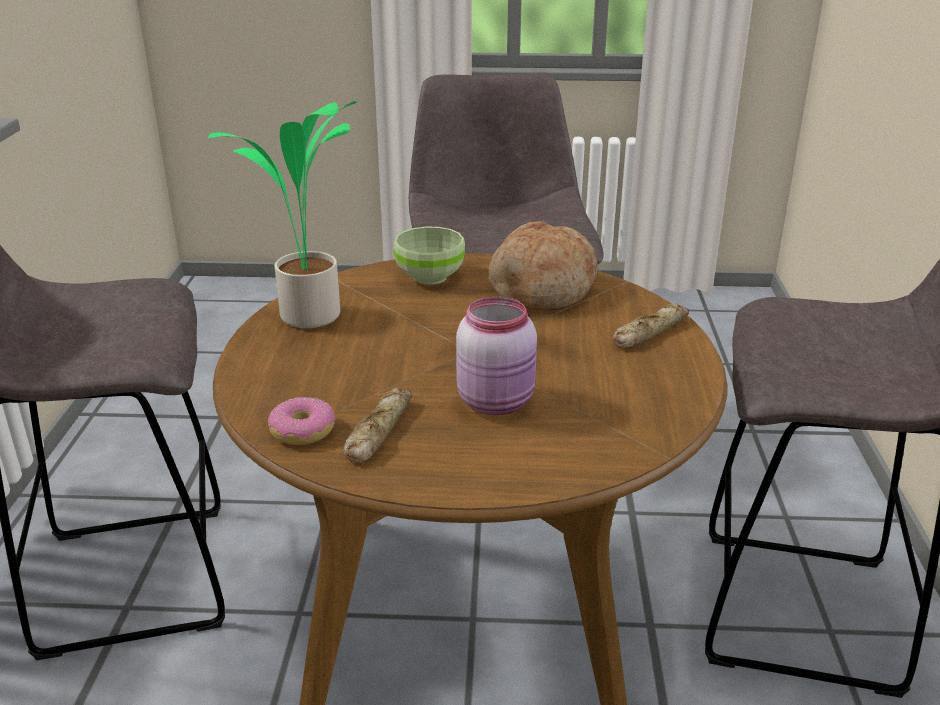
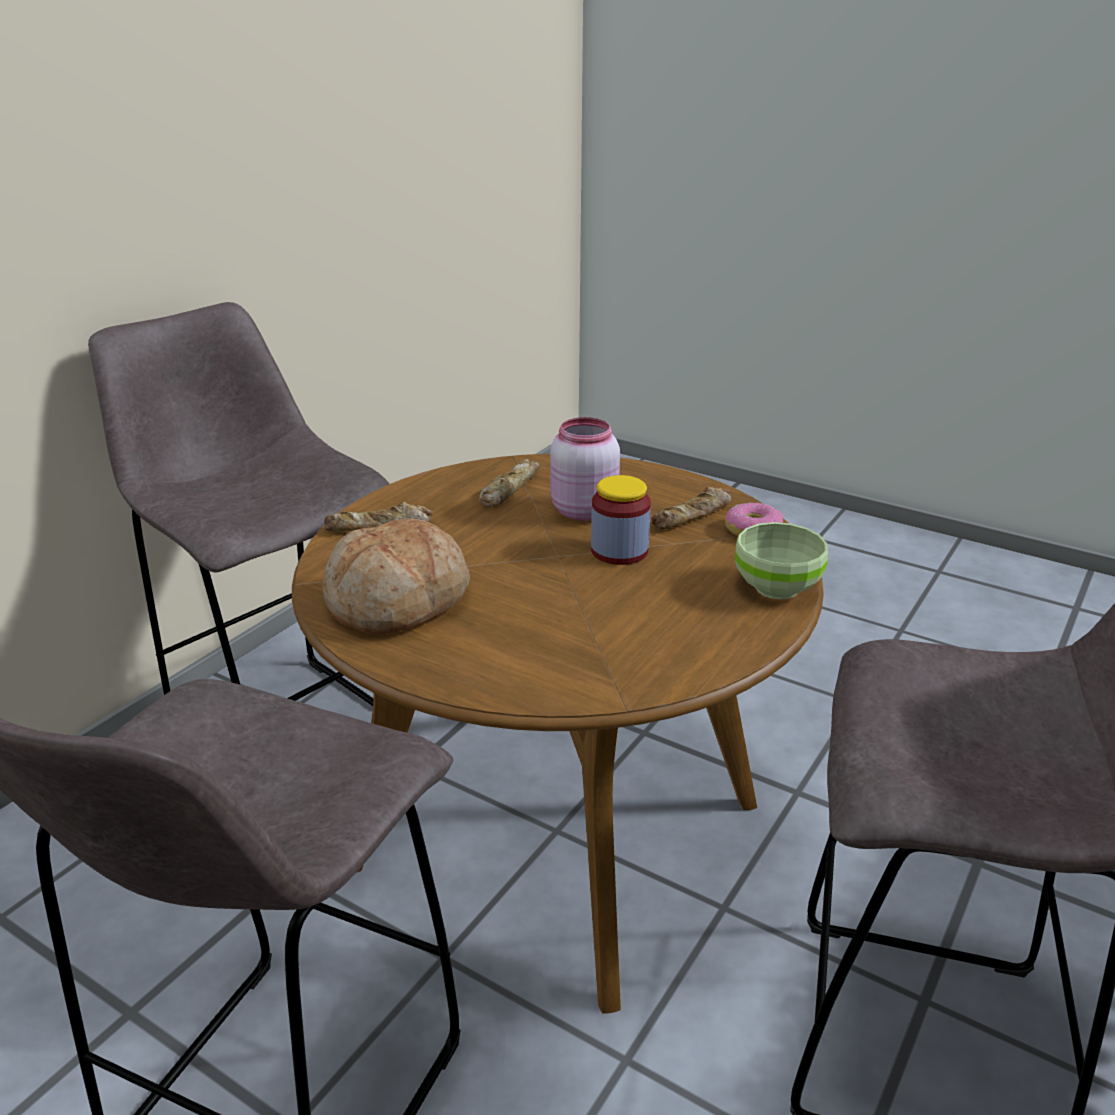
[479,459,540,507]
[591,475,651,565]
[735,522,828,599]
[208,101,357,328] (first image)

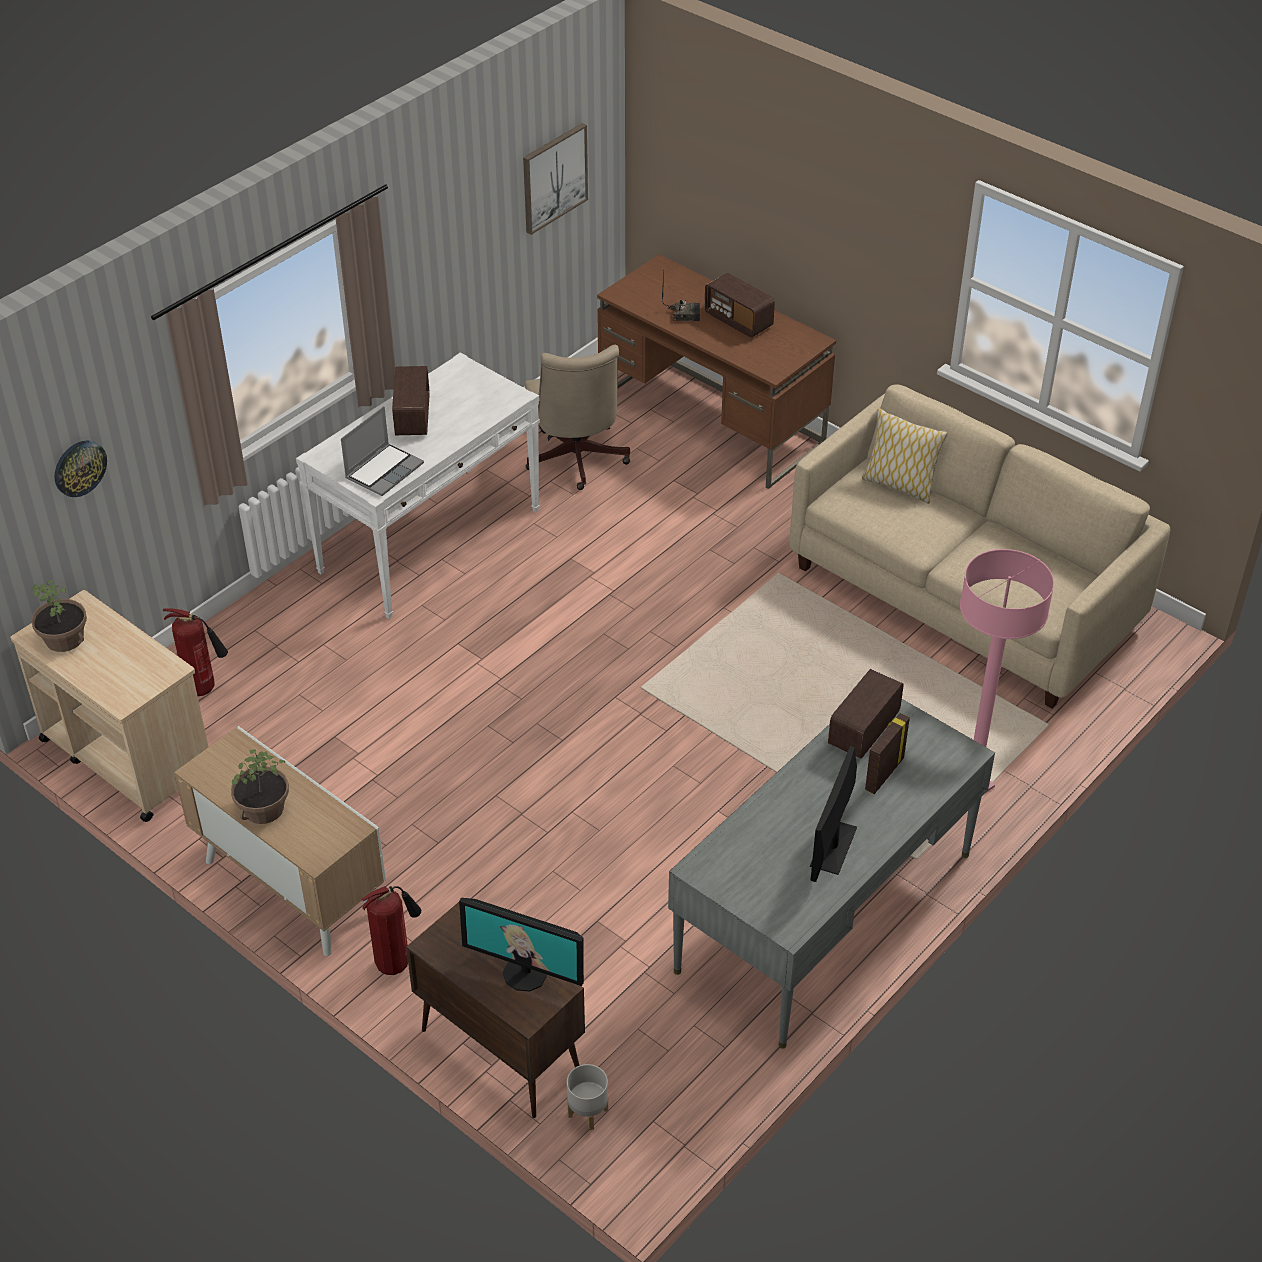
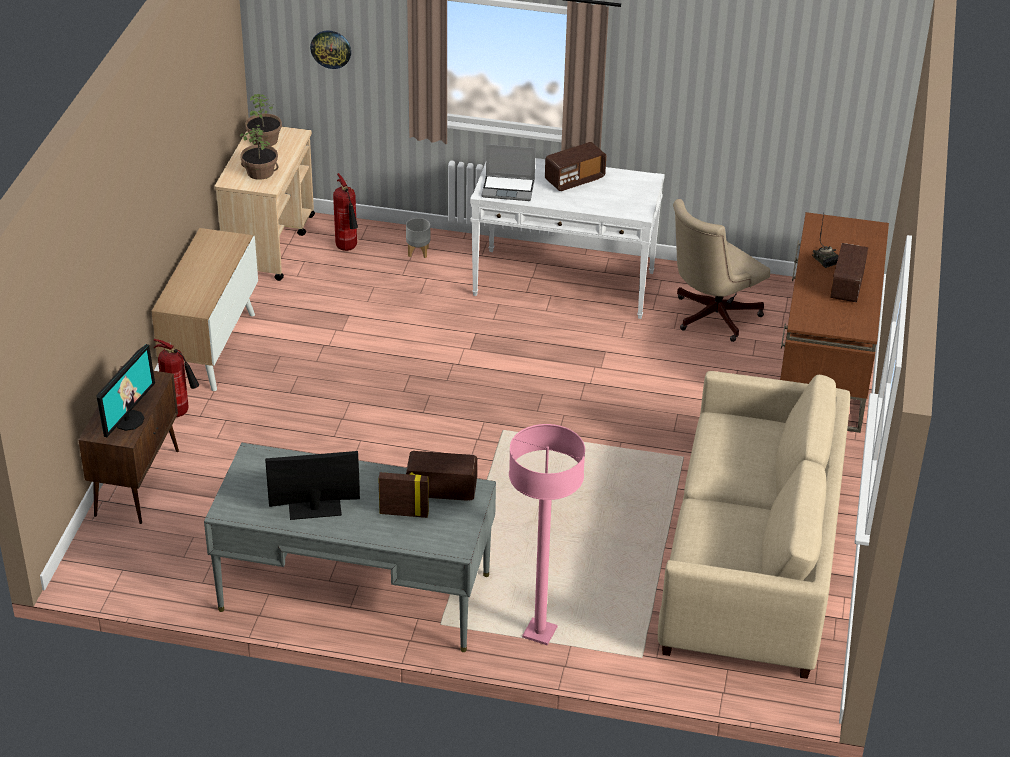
[96,344,155,437]
[239,125,278,180]
[406,218,430,258]
[523,123,588,235] (first image)
[862,408,948,504] (first image)

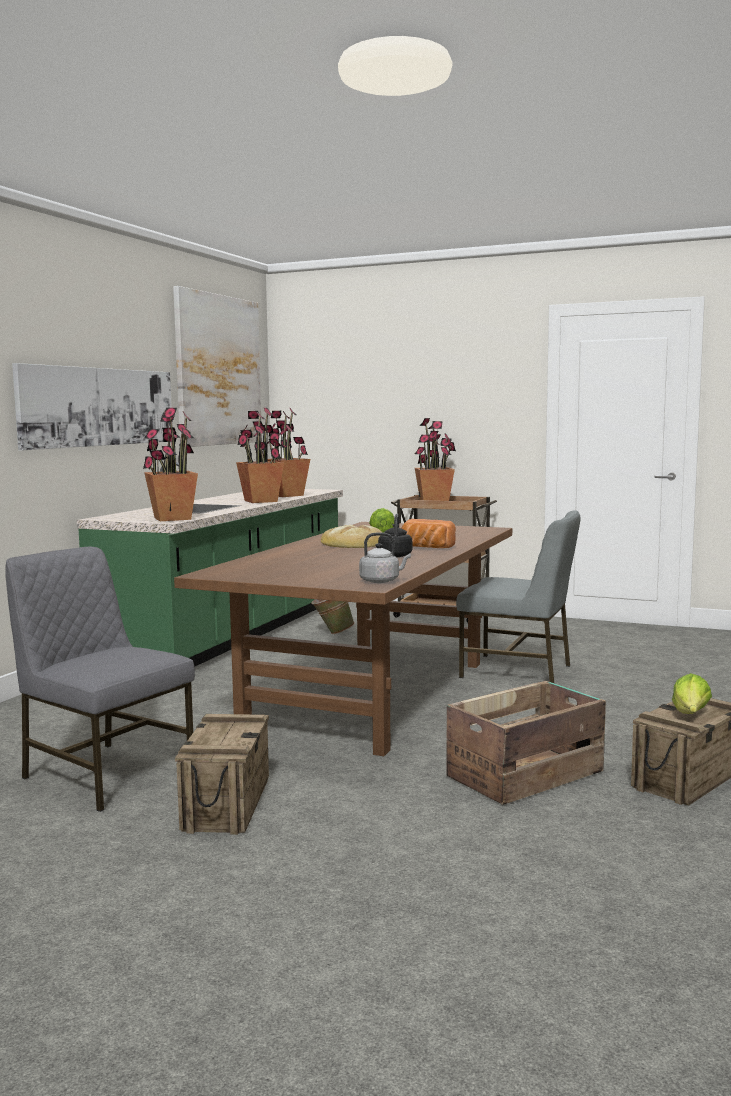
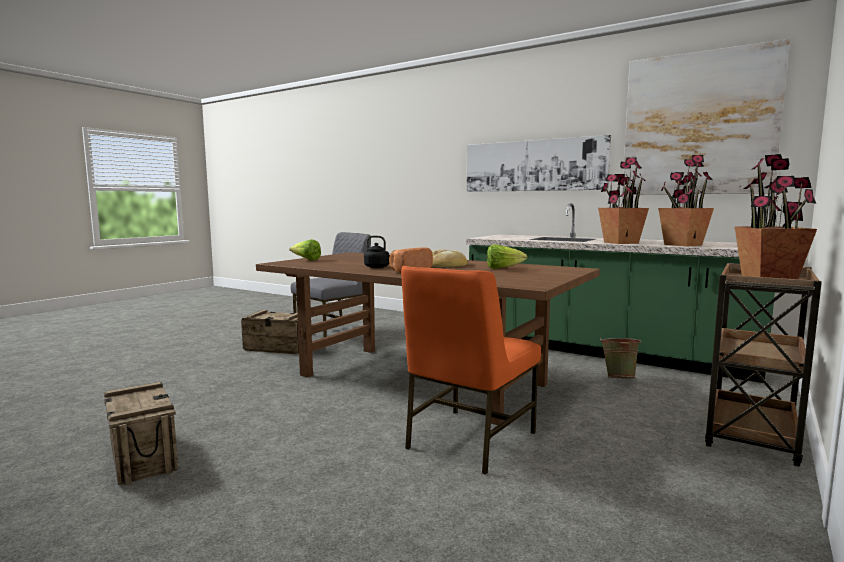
[290,239,321,261]
[401,266,541,475]
[143,408,198,521] (first image)
[359,532,411,583] (first image)
[446,681,606,805] (first image)

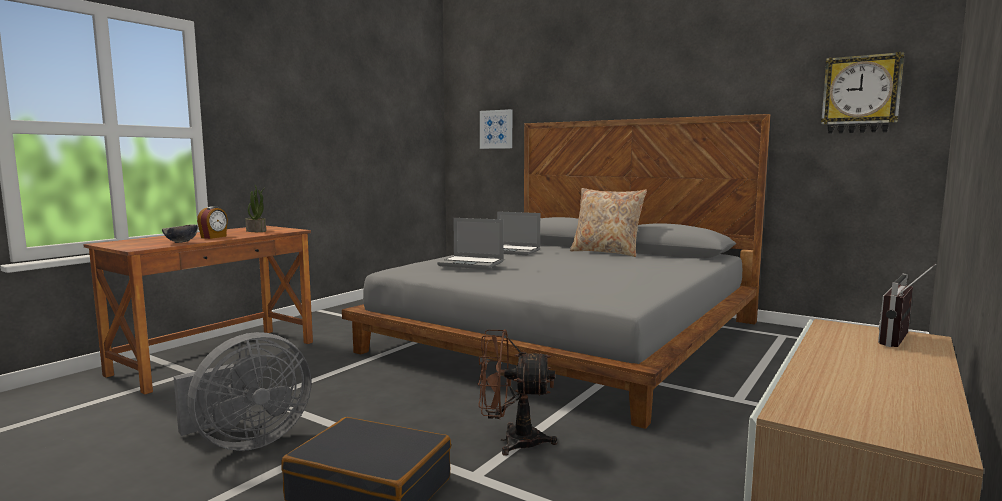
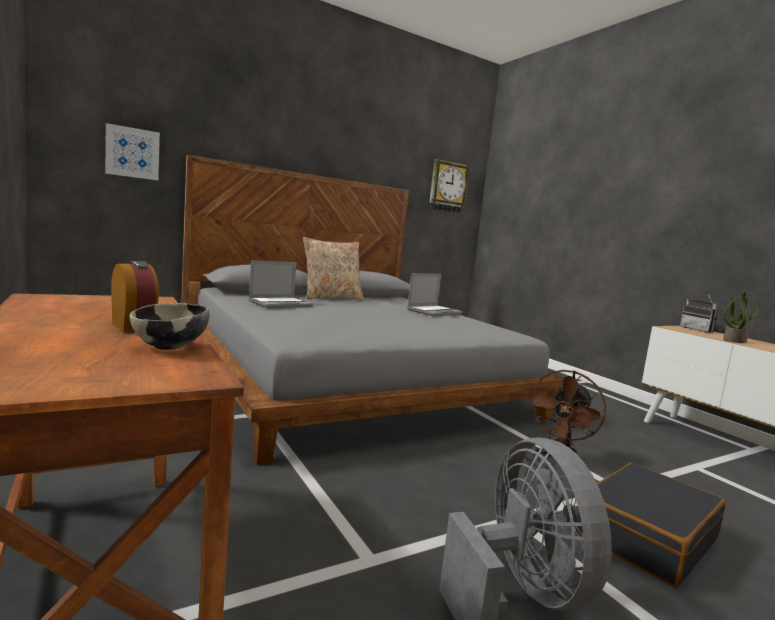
[407,273,463,316]
[723,292,761,343]

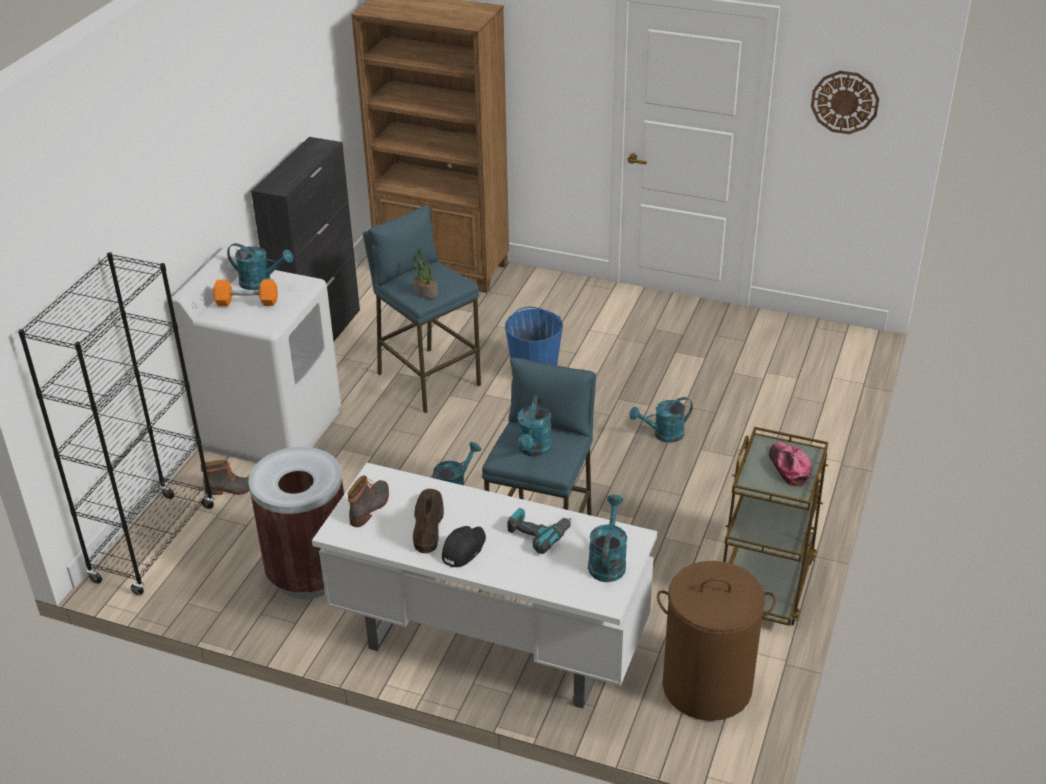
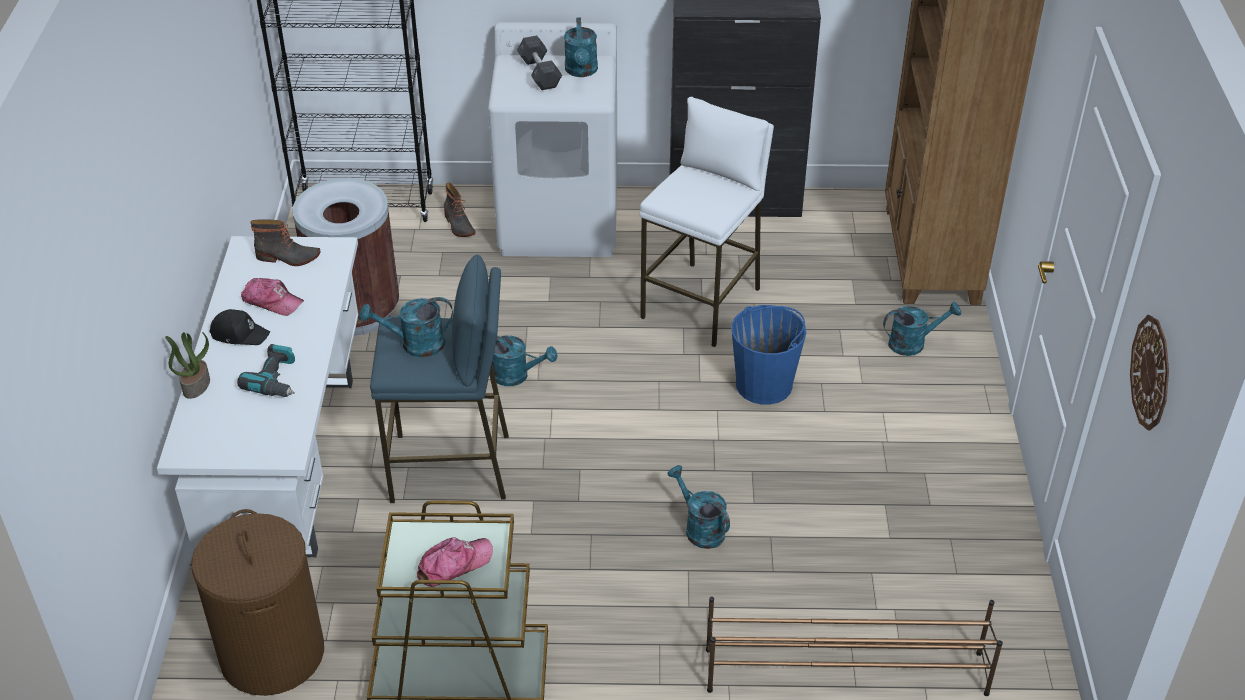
[165,332,210,399]
[241,278,304,316]
[517,36,562,90]
[639,97,774,347]
[706,597,1003,696]
[883,302,961,356]

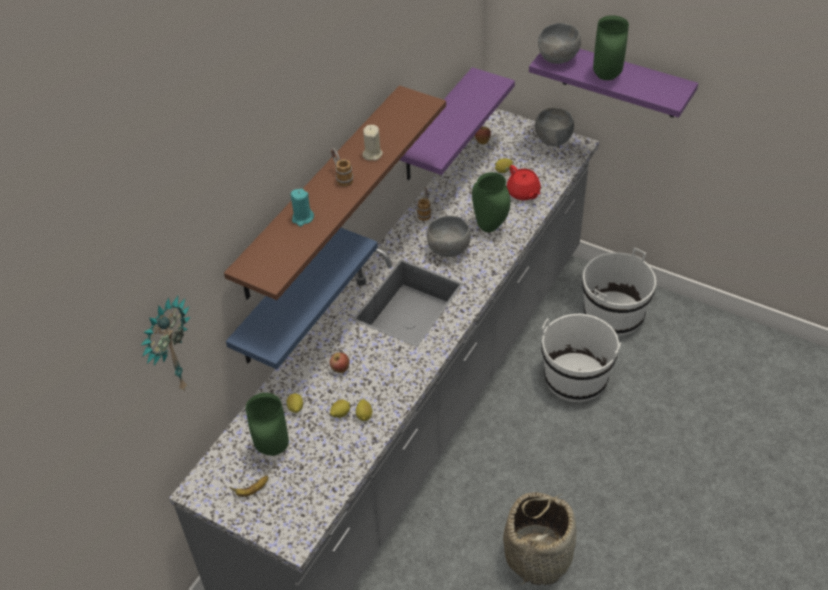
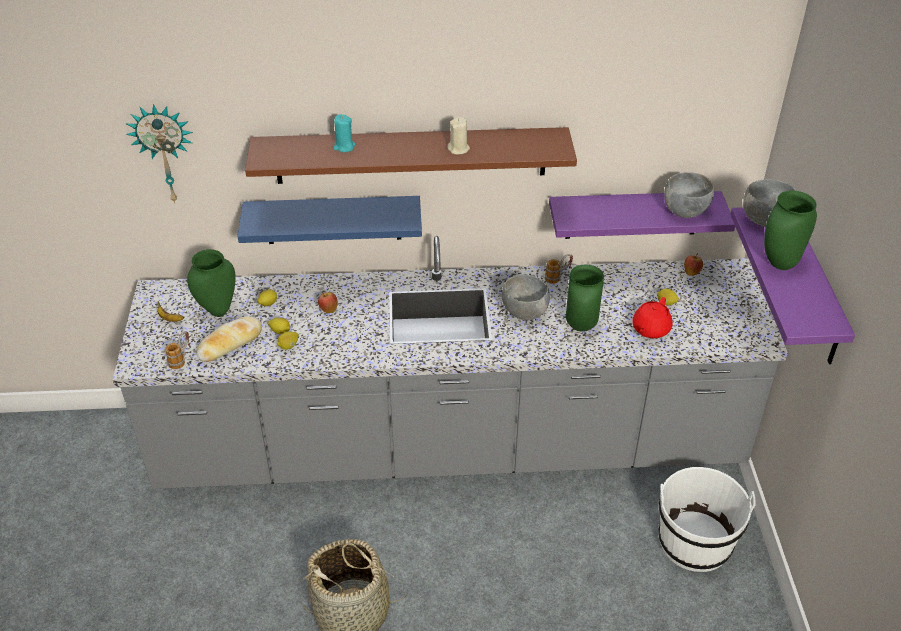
[165,331,190,369]
[196,316,262,362]
[664,172,714,218]
[541,313,621,402] (first image)

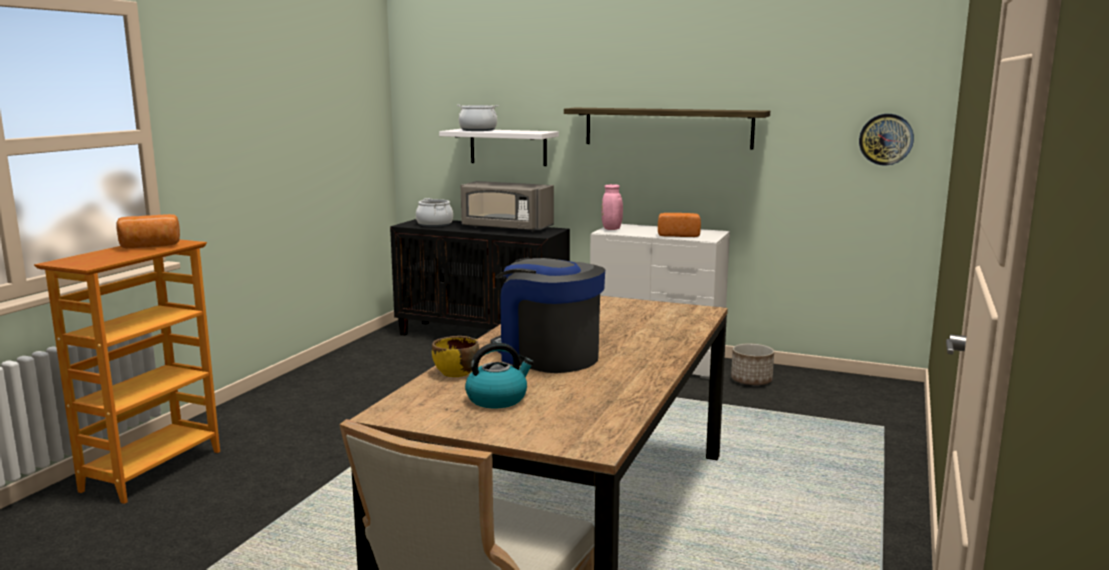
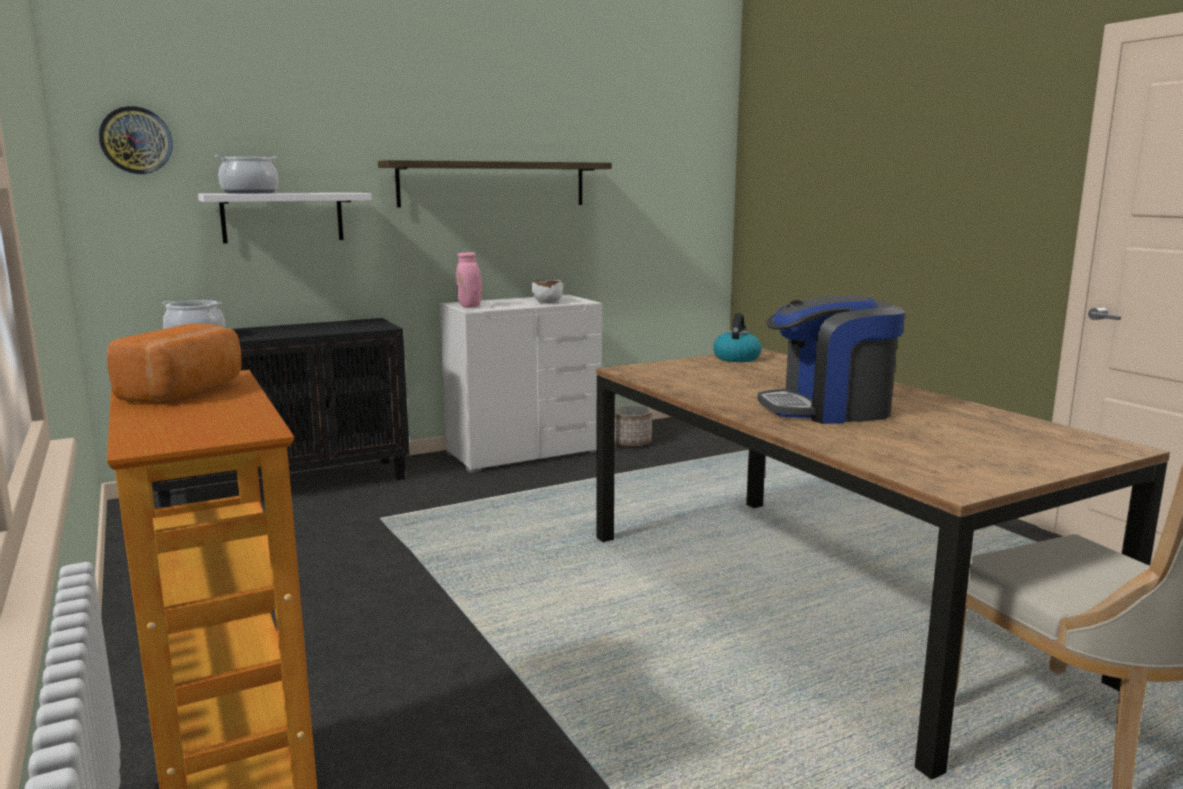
[99,106,173,174]
[532,279,563,304]
[713,313,762,362]
[432,336,479,377] (first image)
[461,181,554,232] (first image)

